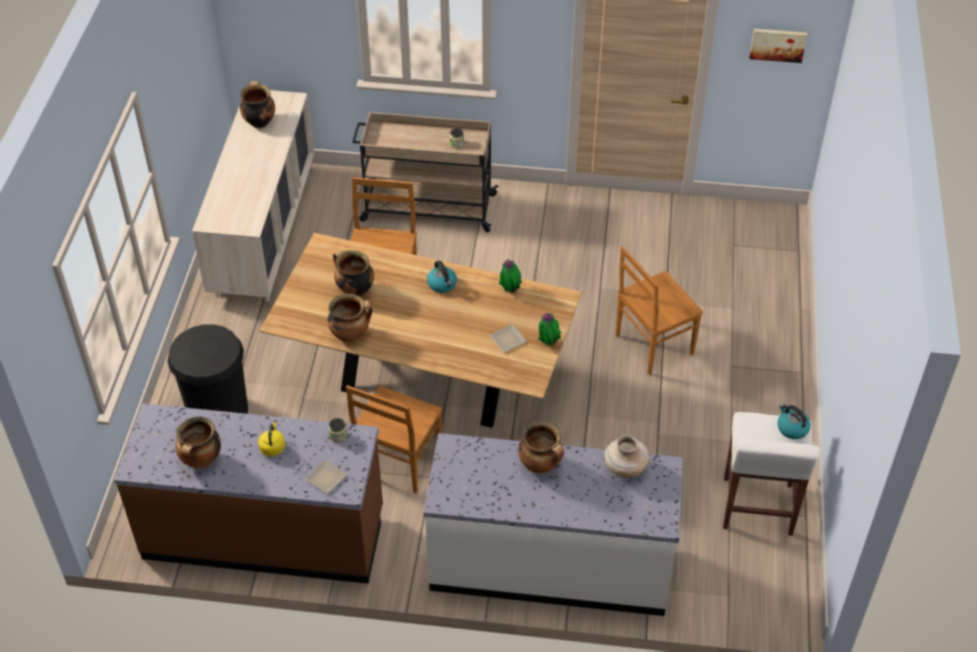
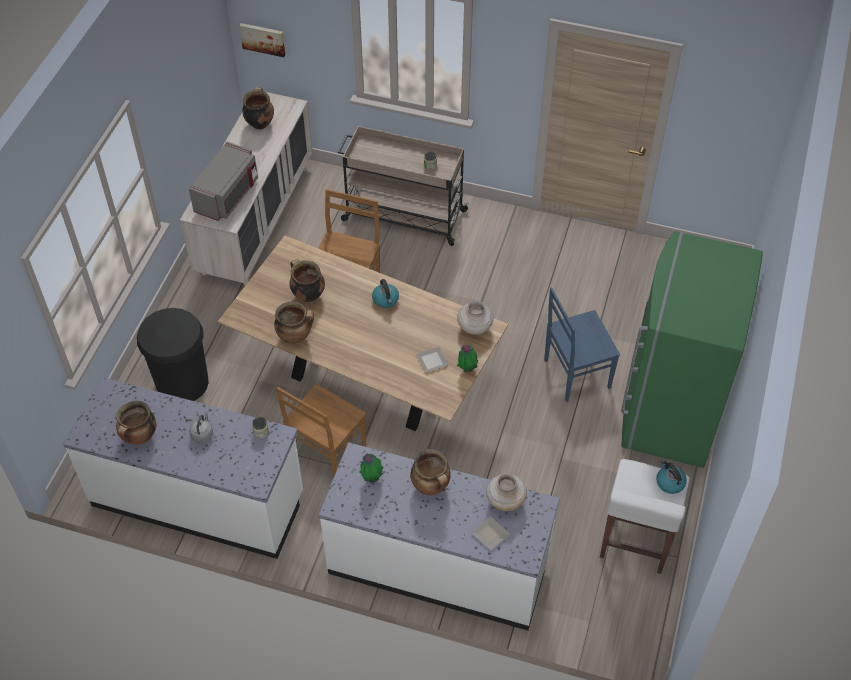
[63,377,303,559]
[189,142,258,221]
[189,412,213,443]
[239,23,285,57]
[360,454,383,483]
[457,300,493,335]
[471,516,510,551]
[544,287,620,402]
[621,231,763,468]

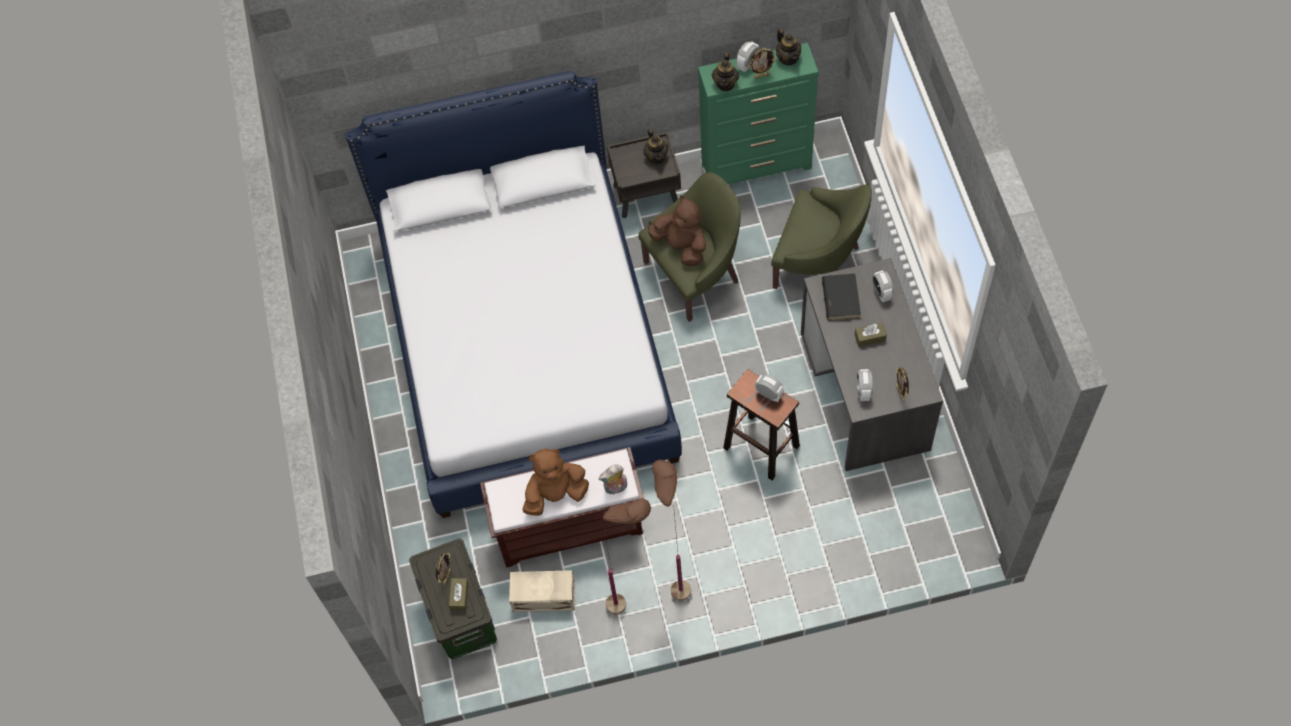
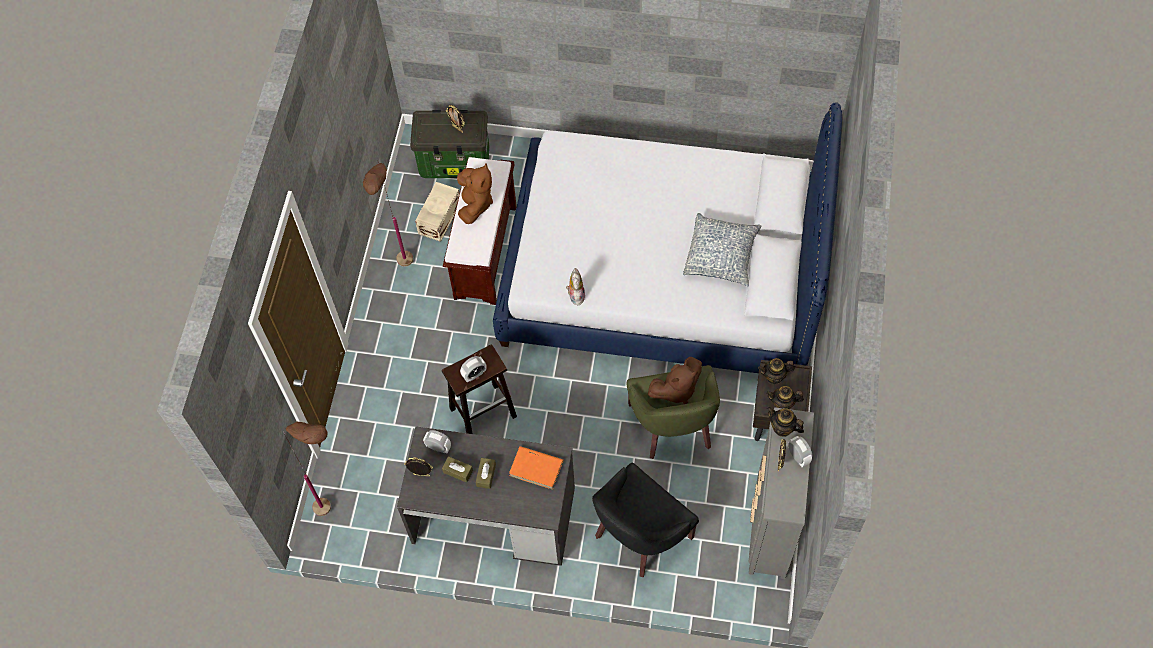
[286,422,331,516]
[442,456,473,483]
[509,446,563,490]
[566,268,585,305]
[592,463,699,577]
[683,213,761,287]
[749,407,814,579]
[758,358,795,384]
[872,270,893,303] (first image)

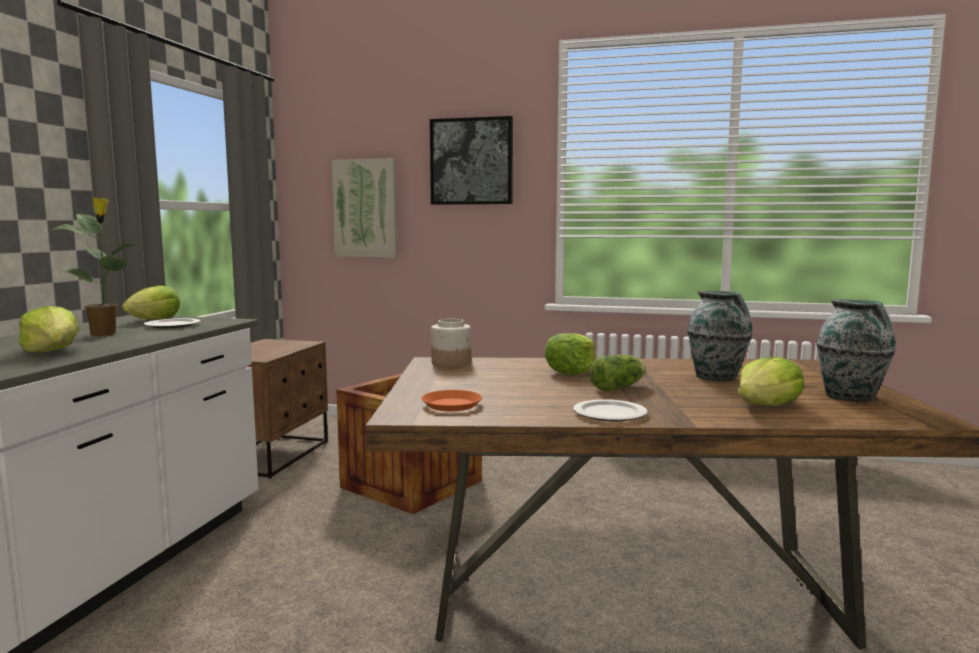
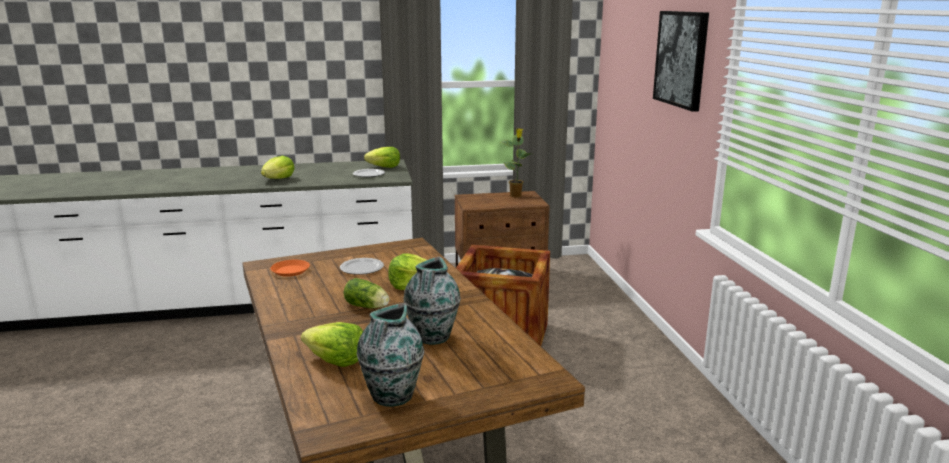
[340,258,384,275]
[499,128,531,198]
[332,158,398,258] (first image)
[431,319,471,367] (first image)

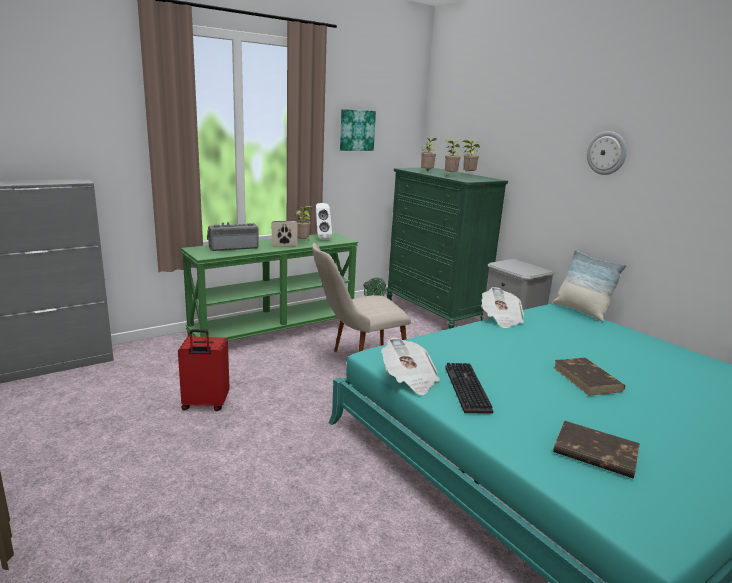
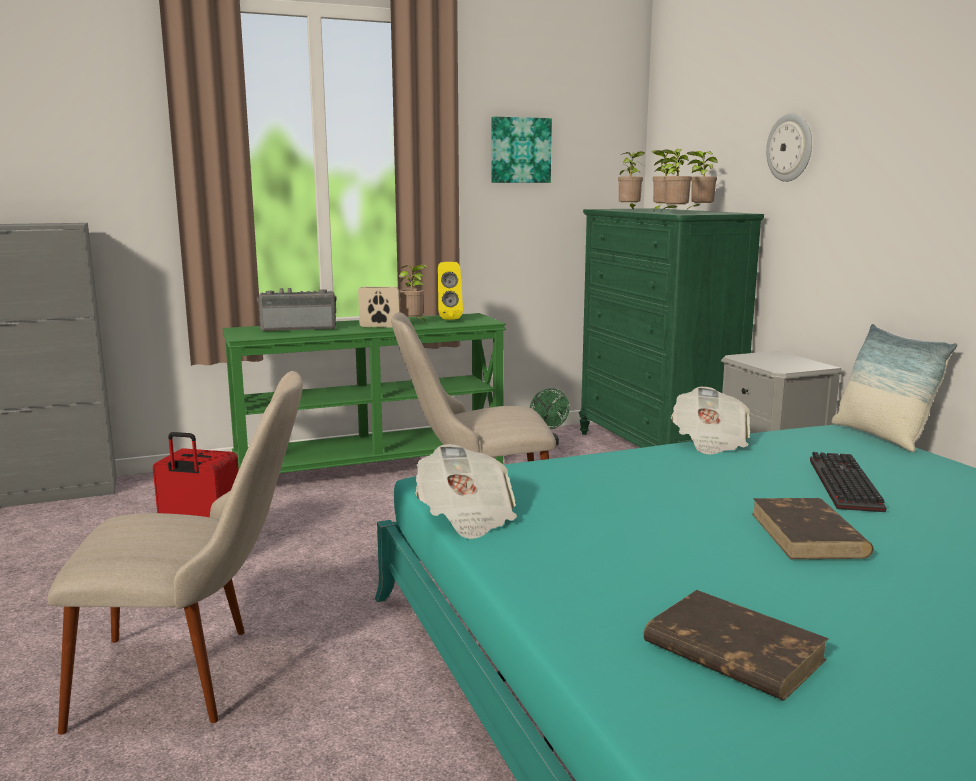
[48,371,303,735]
[438,262,463,320]
[660,149,692,213]
[766,113,812,182]
[810,452,886,512]

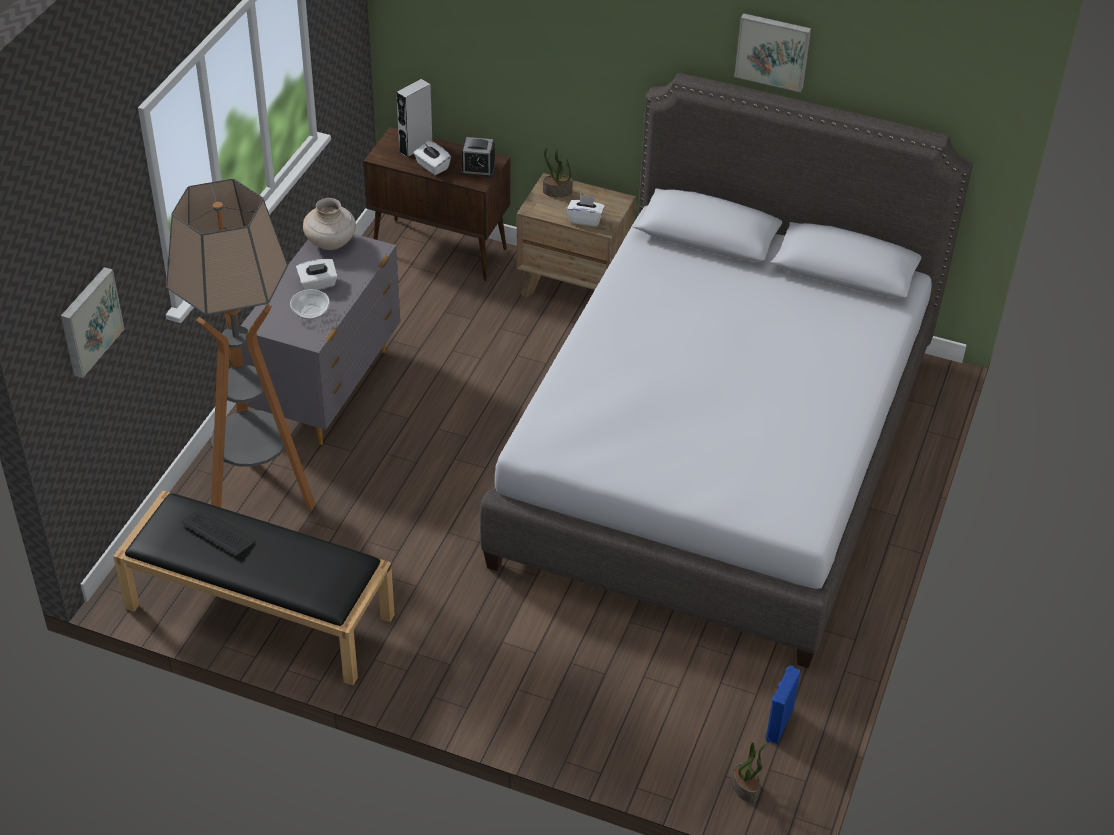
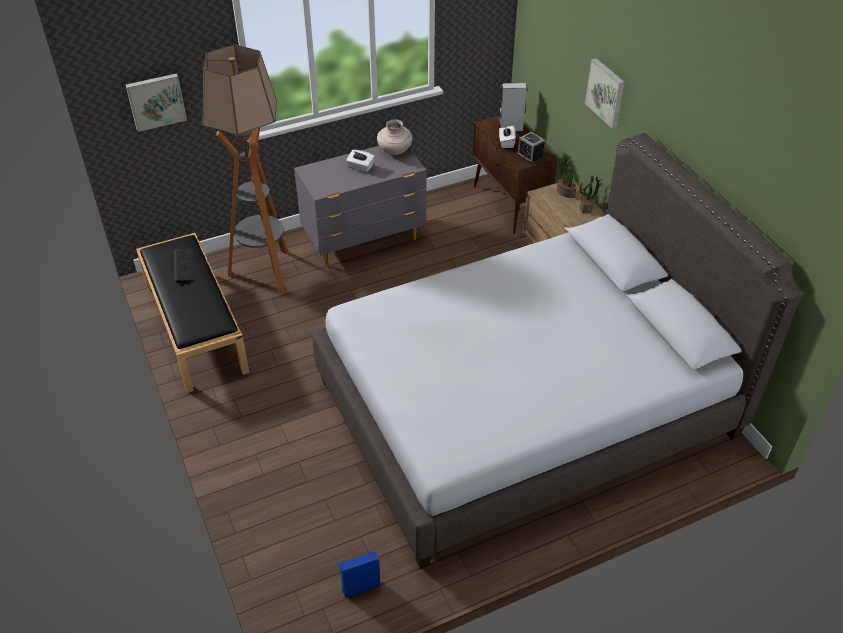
[579,175,602,214]
[585,58,625,128]
[290,289,330,320] (first image)
[567,194,605,227] (first image)

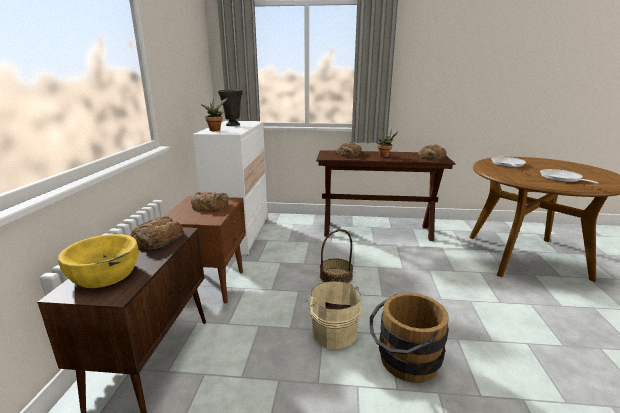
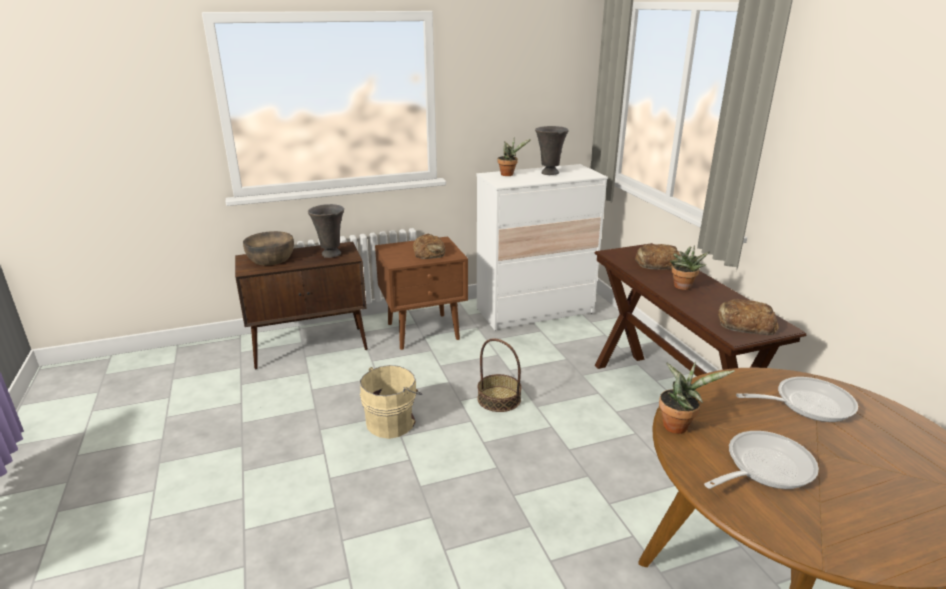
[243,231,294,265]
[308,204,344,258]
[659,362,735,434]
[370,293,449,383] (first image)

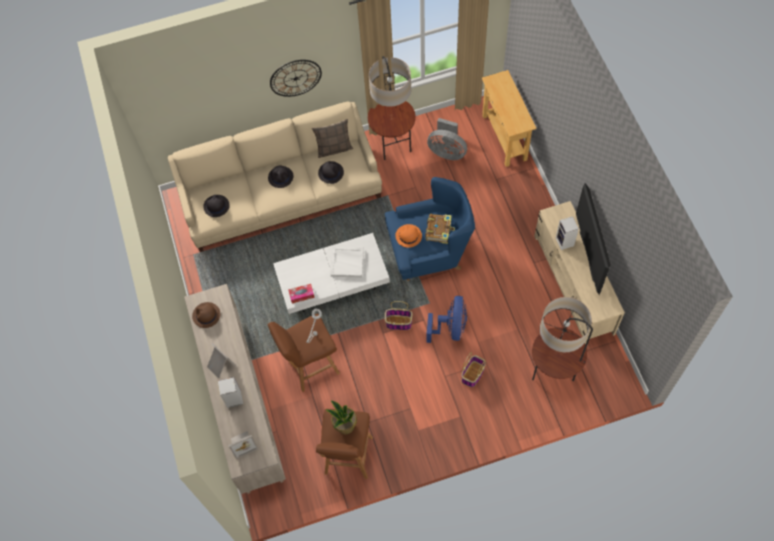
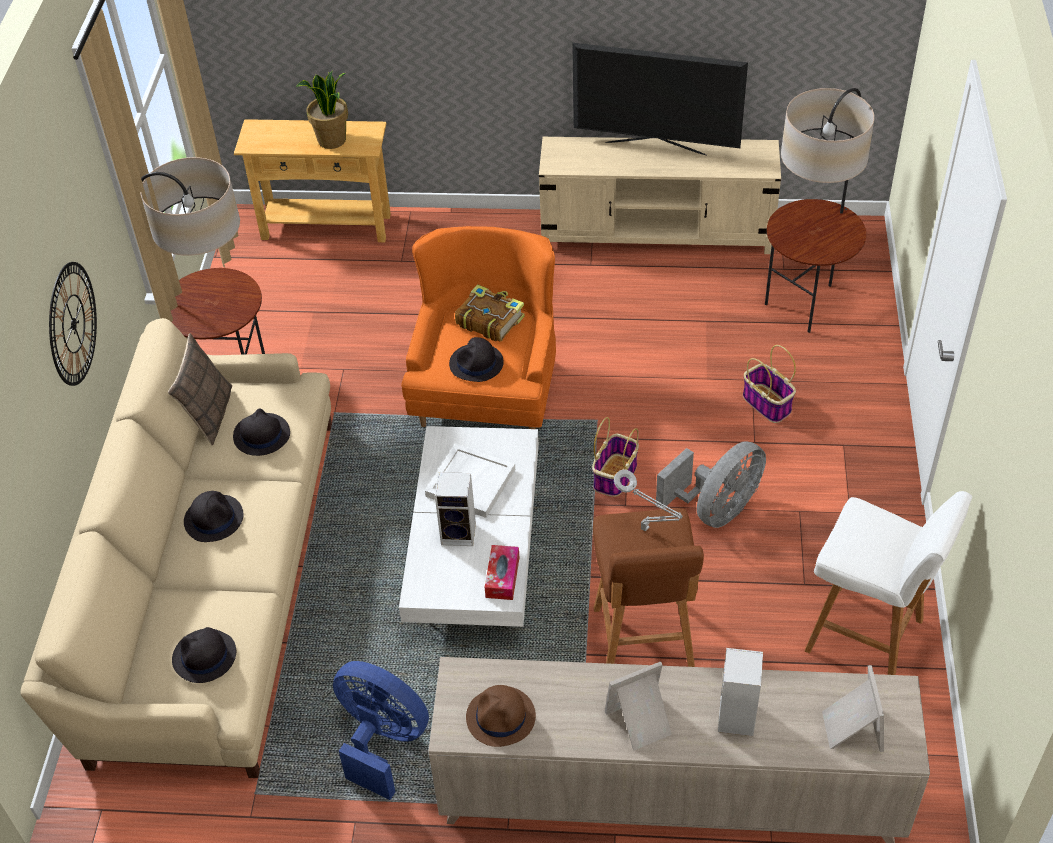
[296,70,348,149]
[333,661,429,800]
[401,226,556,429]
[435,472,476,546]
[449,337,504,382]
[656,441,766,528]
[804,491,972,675]

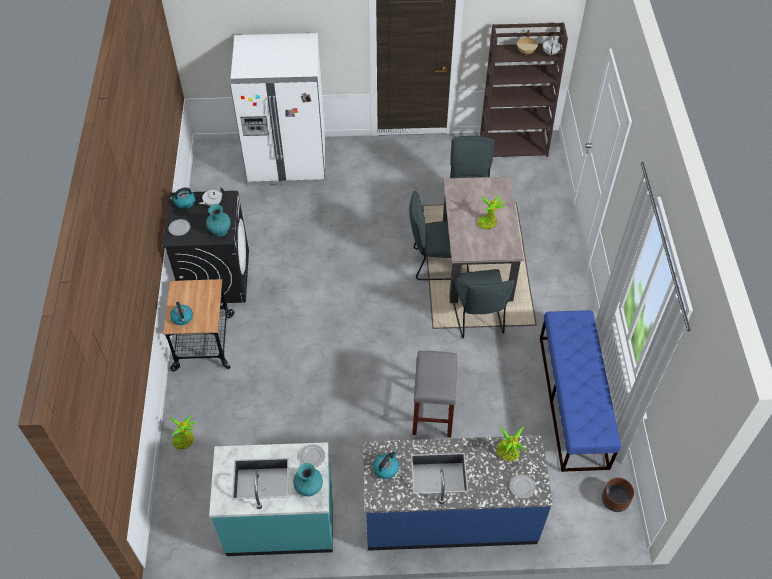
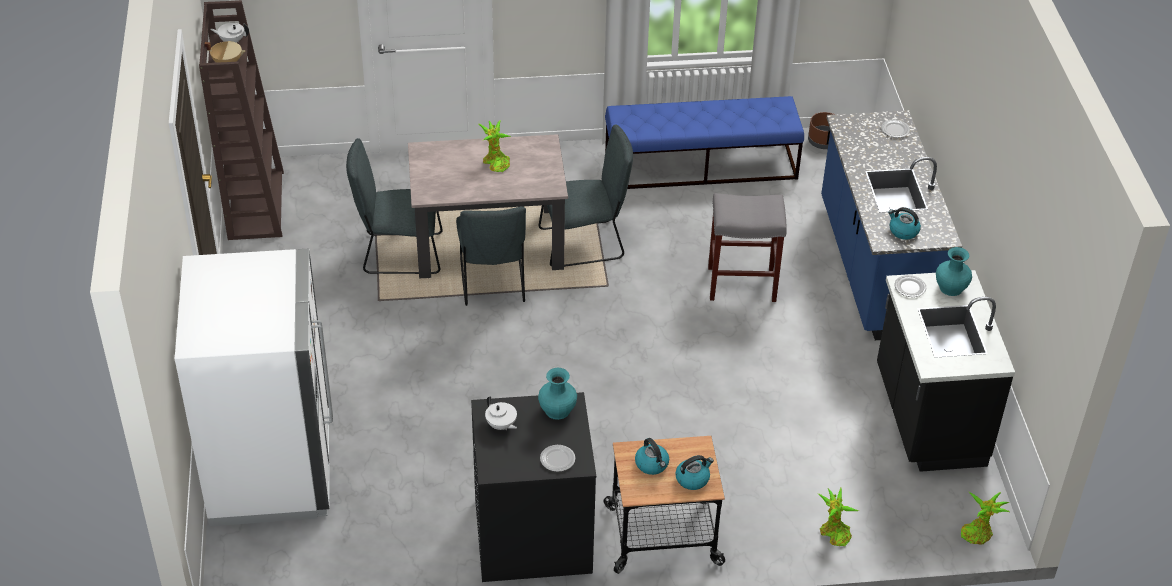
[635,438,669,475]
[877,270,1015,472]
[961,491,1009,544]

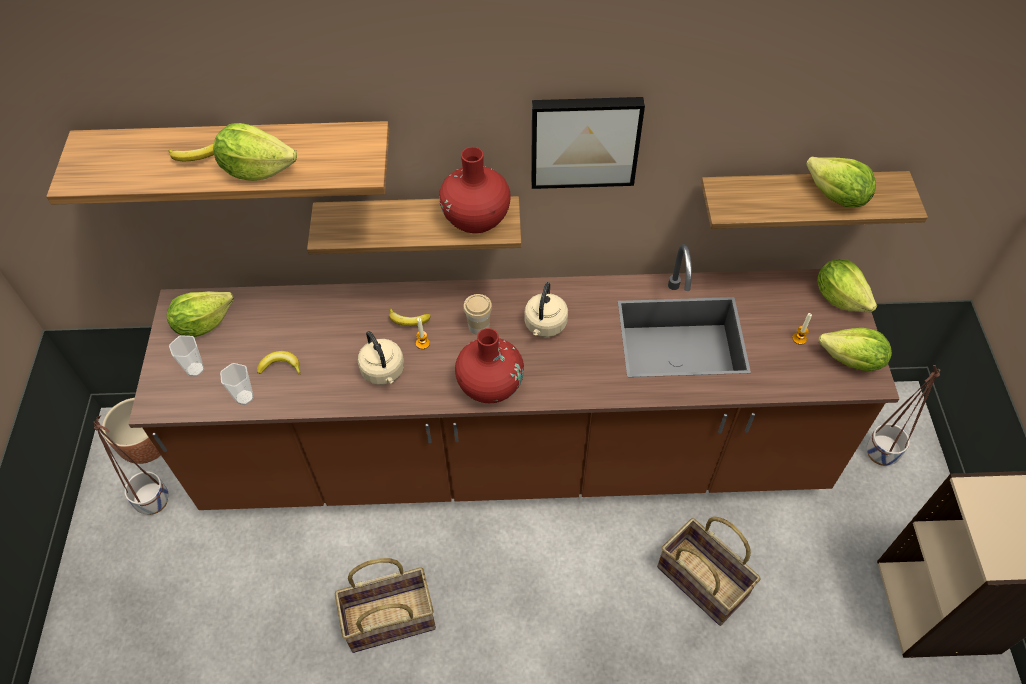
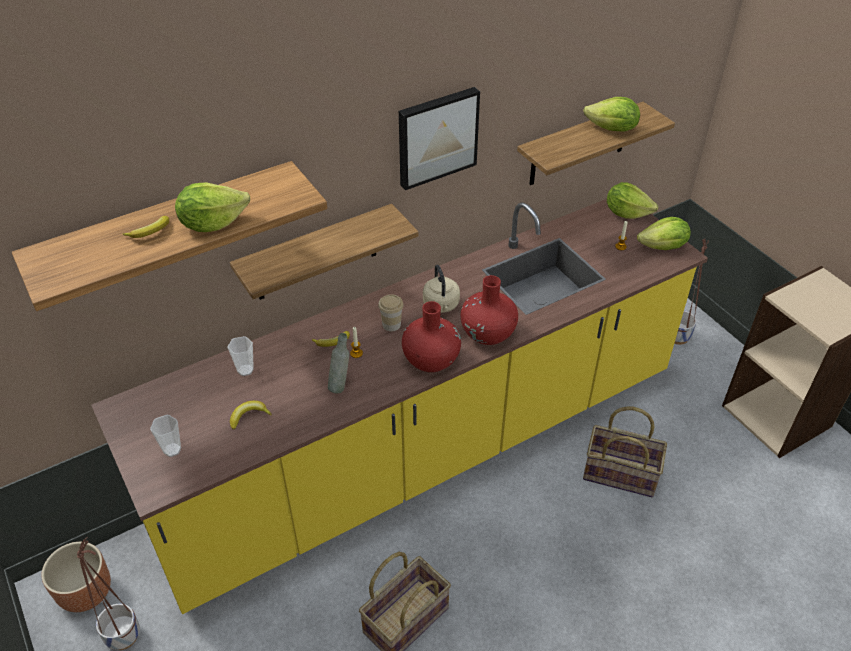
[91,199,708,614]
[227,336,254,376]
[328,333,349,393]
[460,275,518,345]
[167,291,234,337] (first image)

